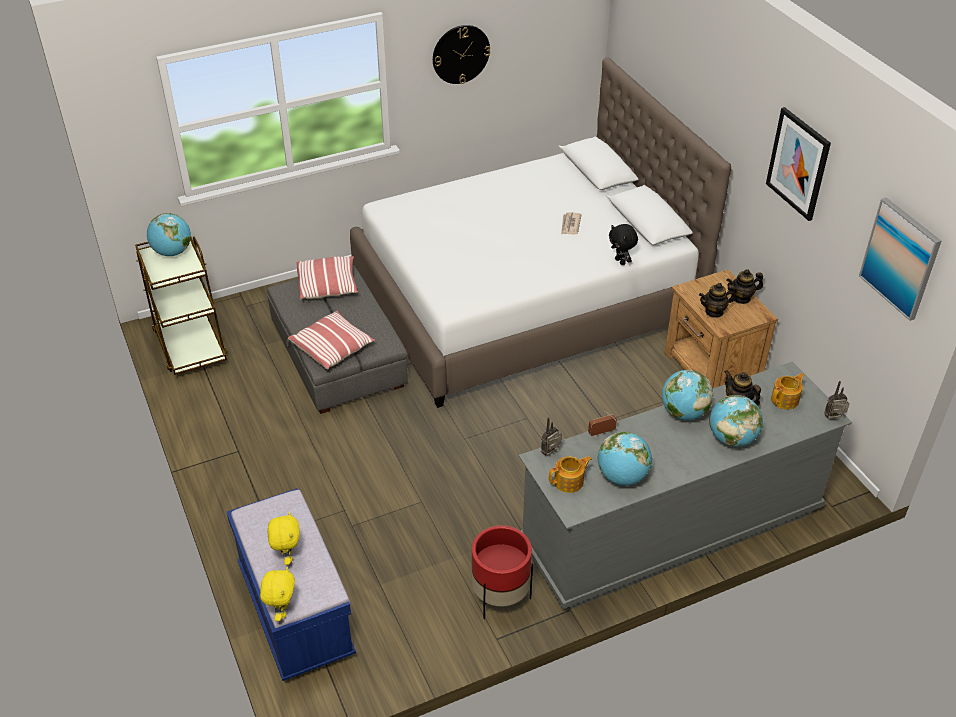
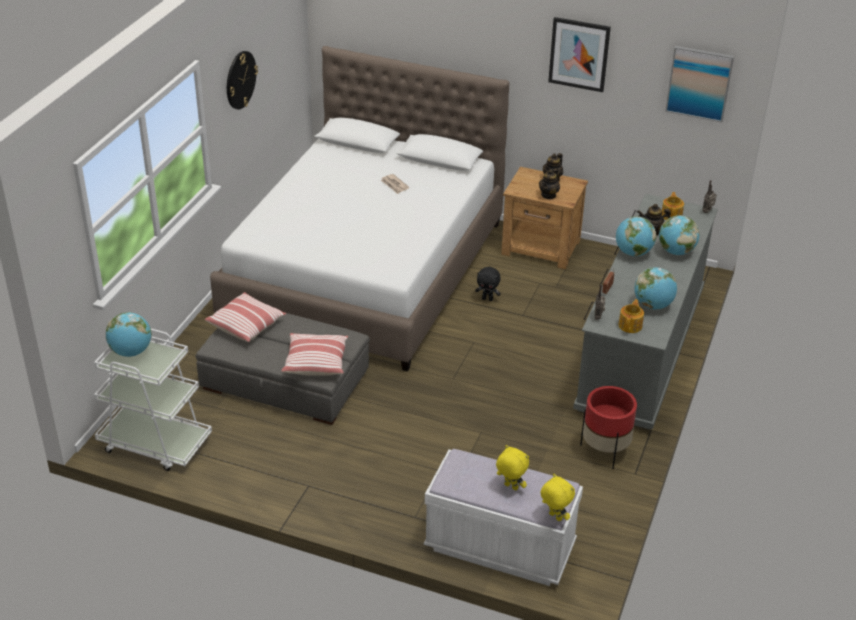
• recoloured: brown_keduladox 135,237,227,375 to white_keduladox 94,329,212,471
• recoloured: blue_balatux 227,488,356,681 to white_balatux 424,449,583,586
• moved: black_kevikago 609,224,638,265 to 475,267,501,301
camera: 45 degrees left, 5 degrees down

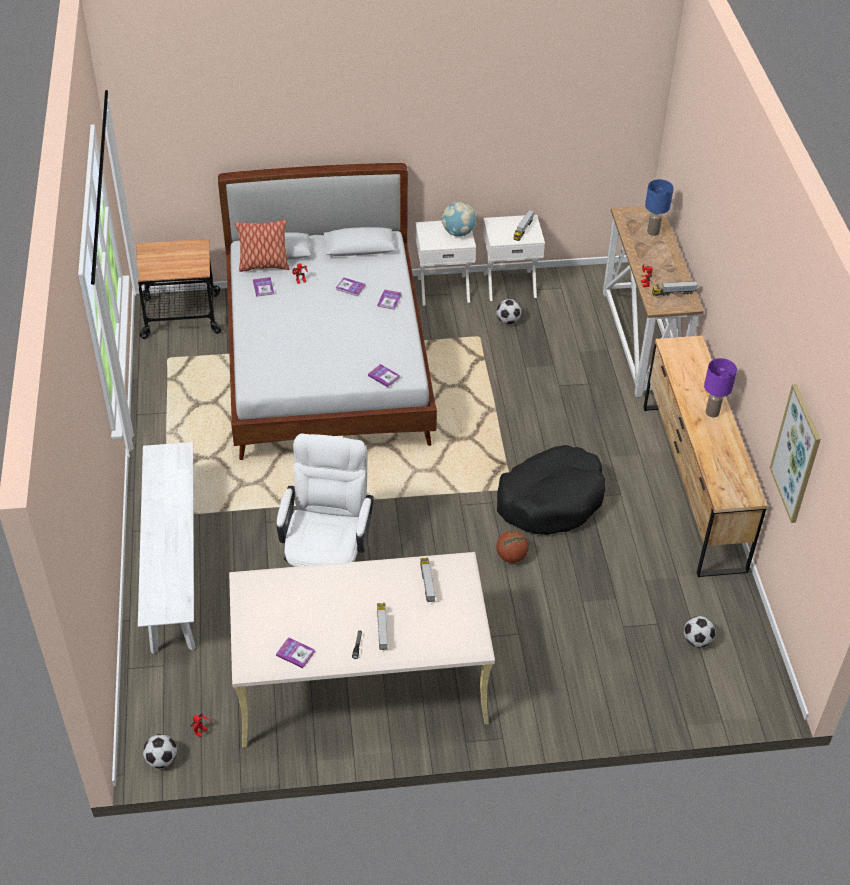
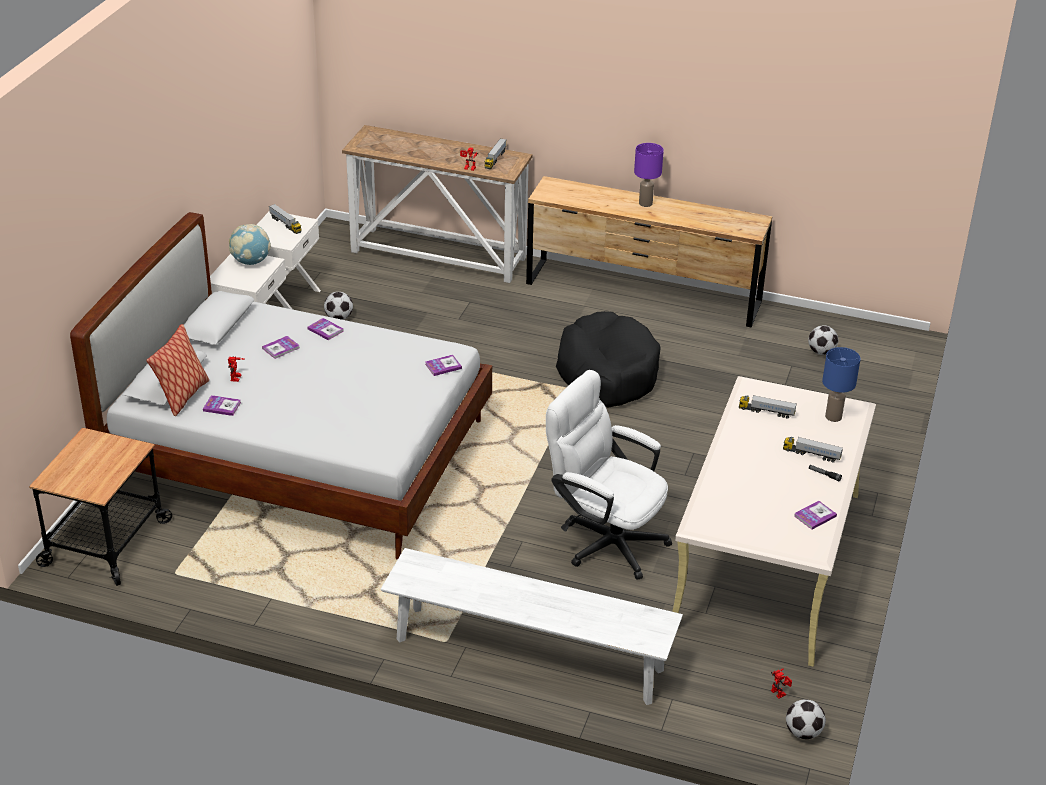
• removed: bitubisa 496,531,529,563
• moved: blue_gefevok 645,179,674,236 to 822,347,860,422
• removed: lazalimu 770,384,821,523
camera: 65 degrees left, 10 degrees down

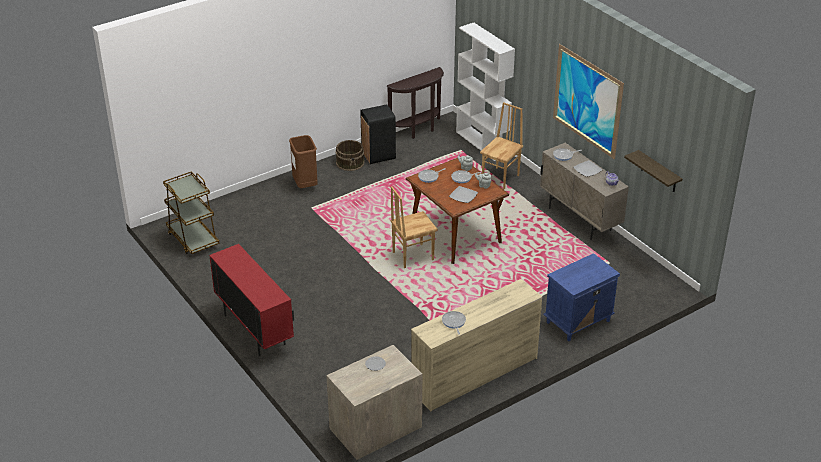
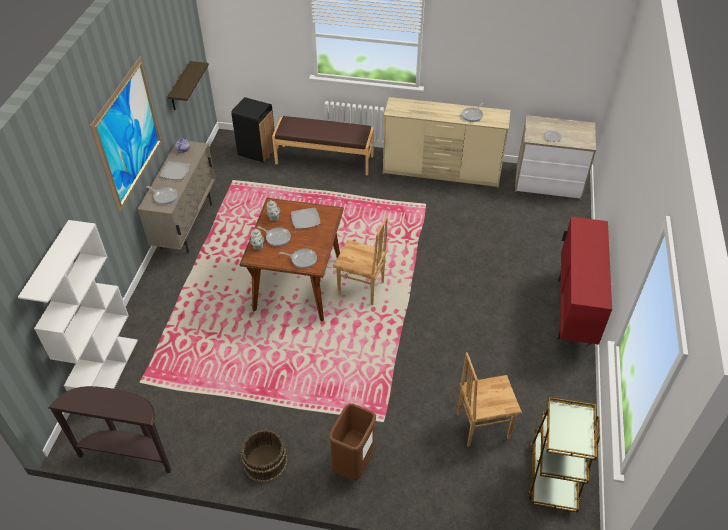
• moved: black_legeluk 360,104,396,164 to 231,97,275,163
• moved: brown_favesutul 480,102,523,189 to 457,352,522,447
• replaced: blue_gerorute 544,253,620,341 to brown_balatux 272,116,374,175
camera: 135 degrees left, 10 degrees up

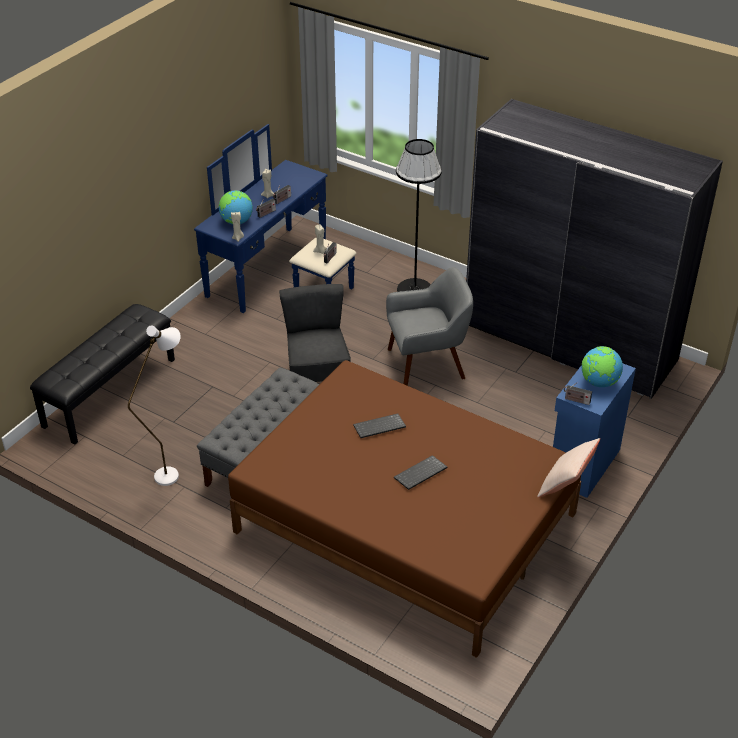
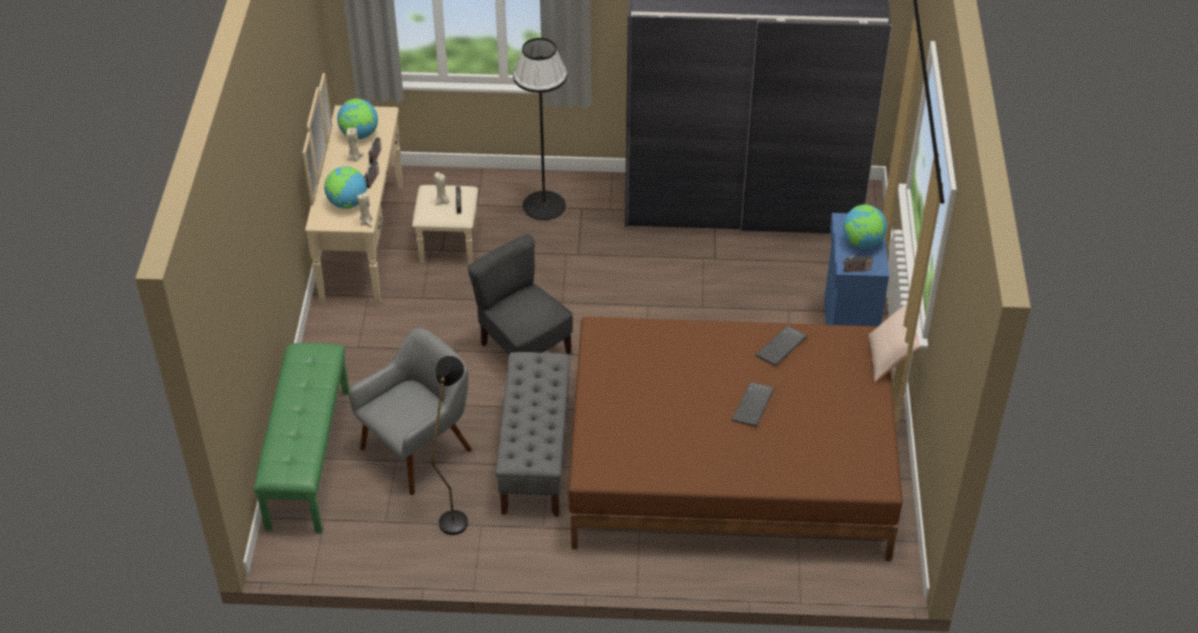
• recoloured: black_balatux 30,304,175,445 to green_balatux 254,343,349,533
• recoloured: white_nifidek 128,325,181,486 to black_nifidek 432,356,468,535
• recoloured: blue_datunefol 194,124,357,313 to beige_datunefol 303,73,478,306
• moved: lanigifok 353,413,406,438 to 756,326,807,366
• moved: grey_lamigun 386,267,473,386 to 349,328,472,495
• added: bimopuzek 337,98,378,139
camera: 30 degrees left, 5 degrees up

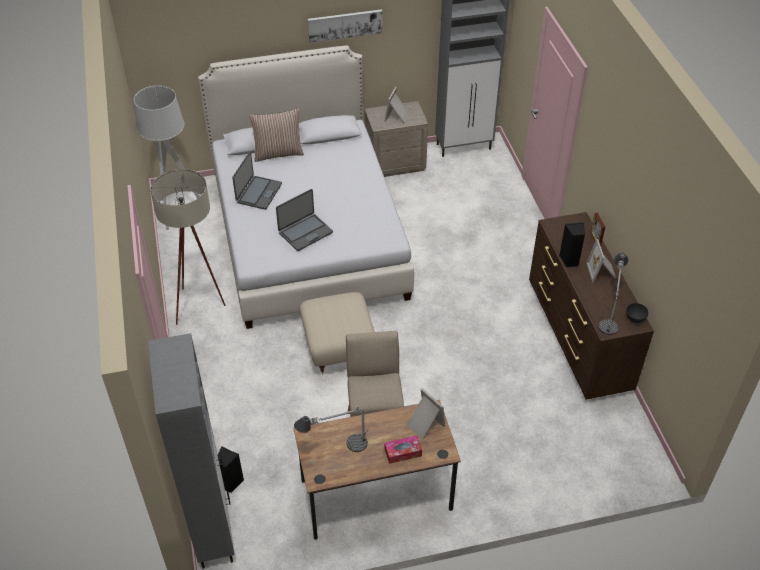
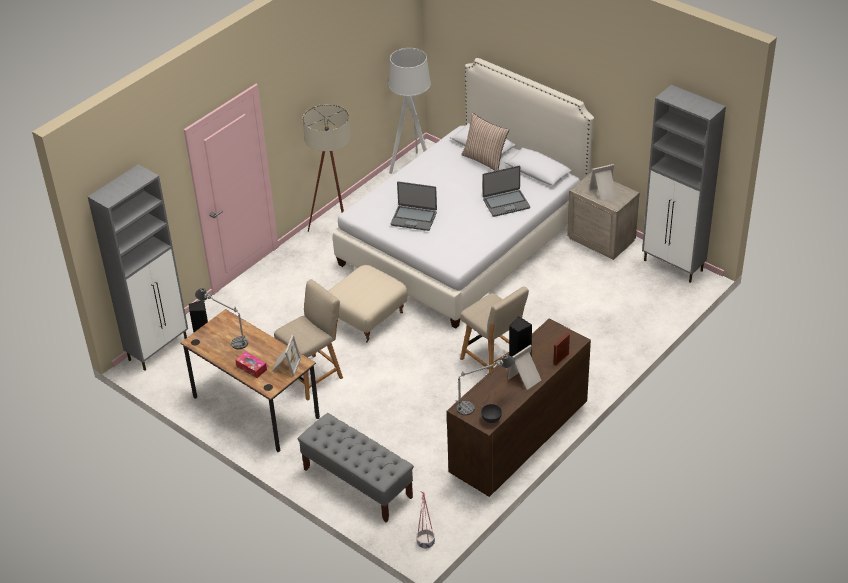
• moved: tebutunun 232,151,282,210 to 483,166,530,217
• removed: lazalimu 308,9,382,43
• added: grey_balatux 298,413,414,522
• added: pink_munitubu 416,491,435,549
• added: beige_favesutul 460,286,529,372
camera: 55 degrees right, 5 degrees down

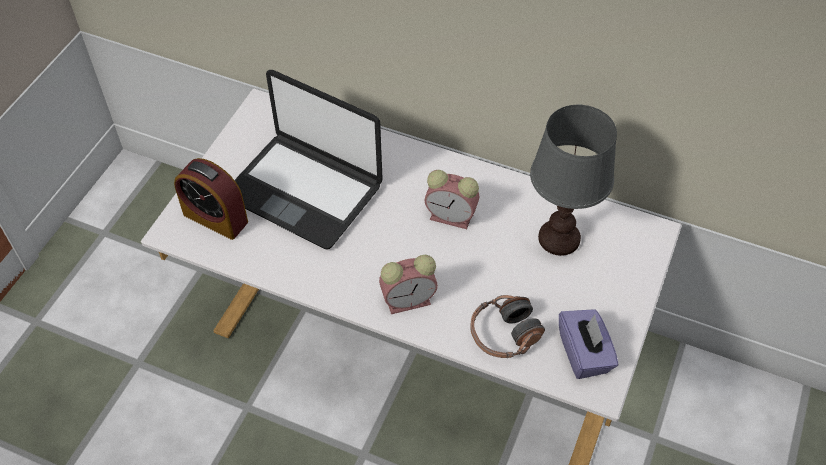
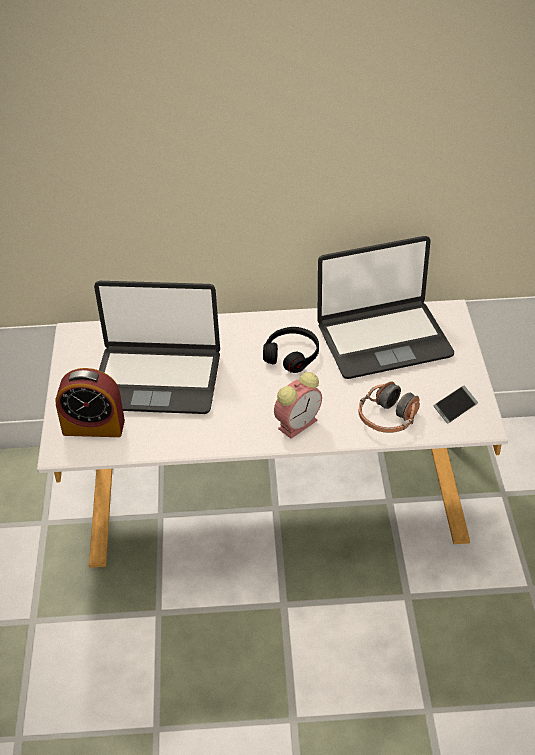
• replaced: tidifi 425,170,479,229 to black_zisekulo 263,327,319,373
• replaced: grey_gefevok 530,105,617,256 to tebutunun 317,236,454,379
• replaced: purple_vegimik 559,309,618,379 to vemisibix 434,386,478,423
camera: 25 degrees left, 10 degrees down

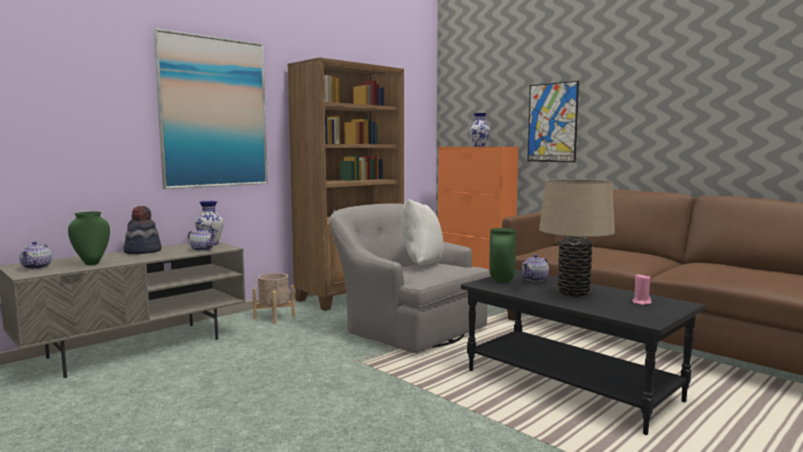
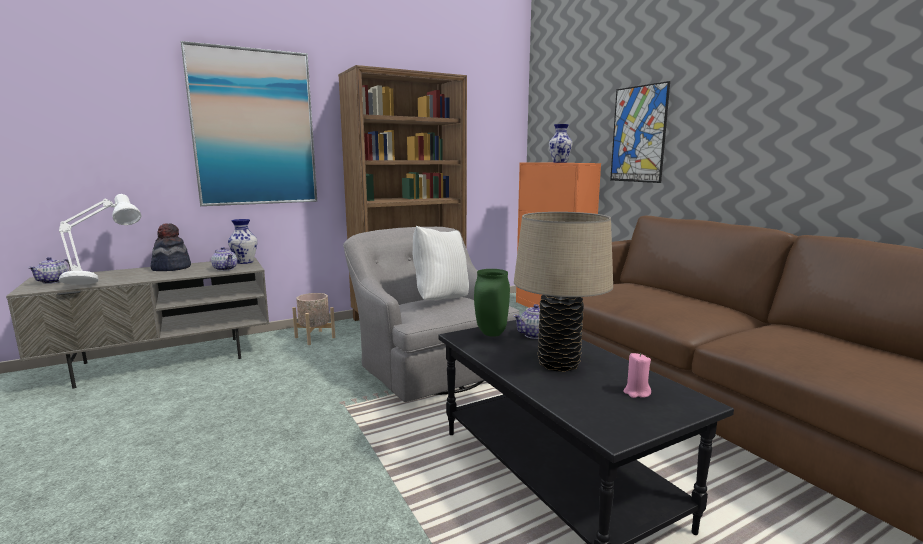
• replaced: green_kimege 68,212,110,265 to white_gefevok 59,194,141,285
camera: 15 degrees right, 5 degrees up

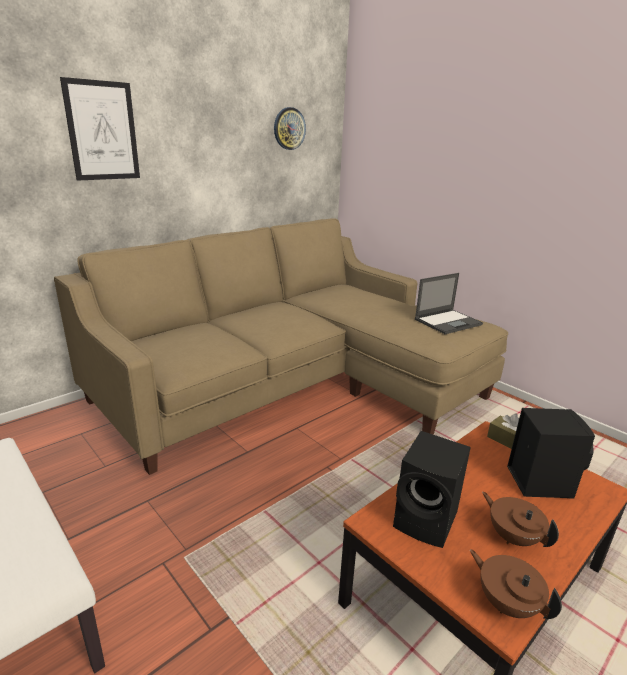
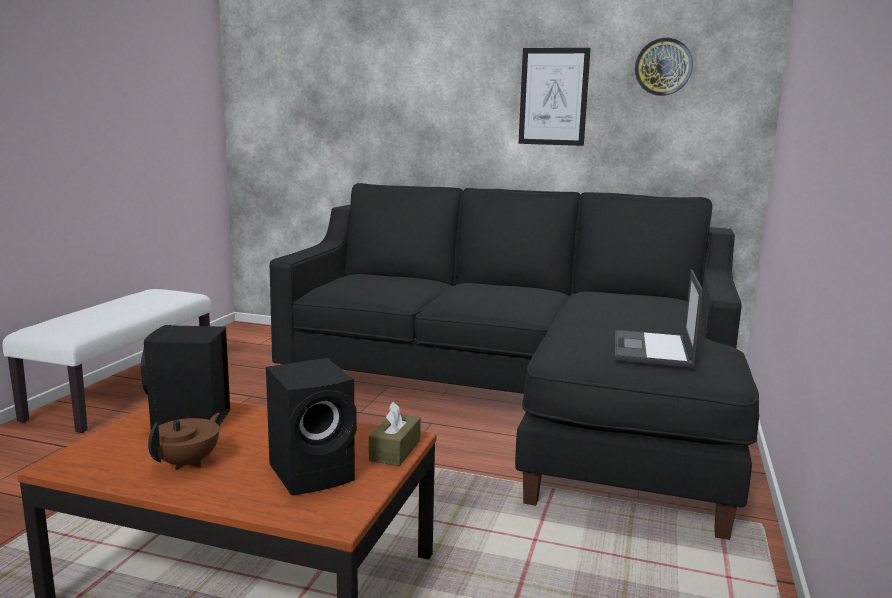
• recoloured: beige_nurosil 54,219,508,475 to black_nurosil 270,183,759,540
• moved: lazalimu 60,77,140,181 to 518,48,591,146
• turned: tebutunun 415,273,483,334 = 615,270,703,367 75 degrees clockwise
• removed: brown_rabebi 470,549,562,619
camera: 60 degrees right, 10 degrees down

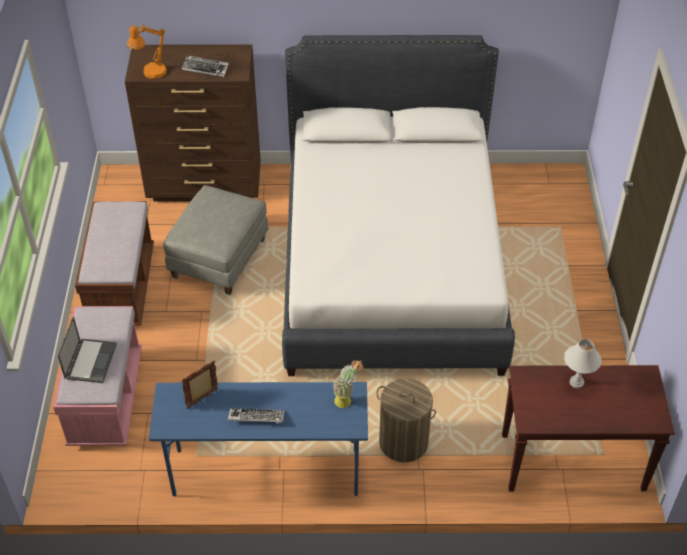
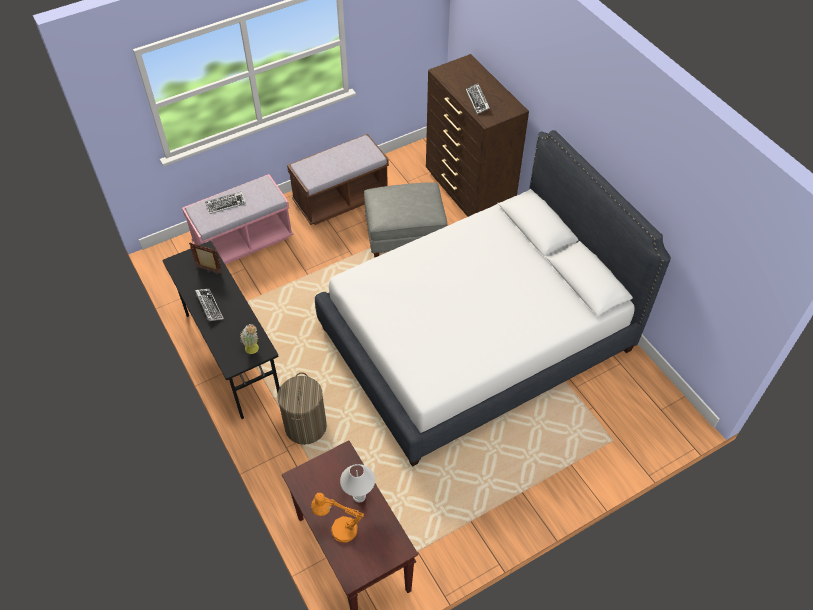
• replaced: tebutunun 57,316,117,383 to lanigifok 205,192,246,214
• moved: orange_gefevok 127,24,167,79 to 311,493,364,543
• recoloured: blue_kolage 149,382,368,497 to black_kolage 163,241,280,419
camera: 60 degrees right, 5 degrees up

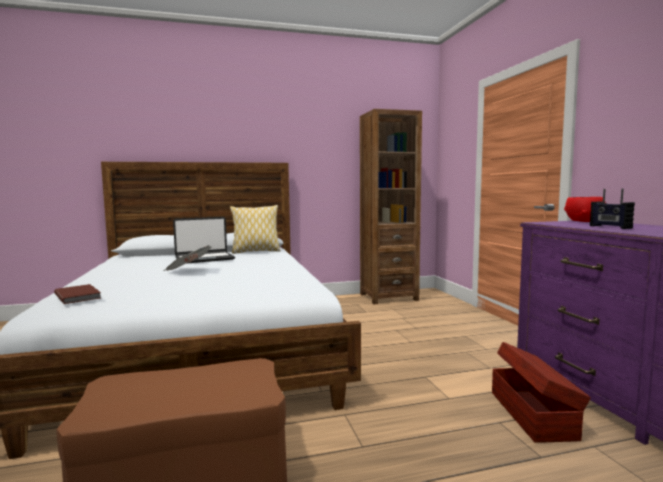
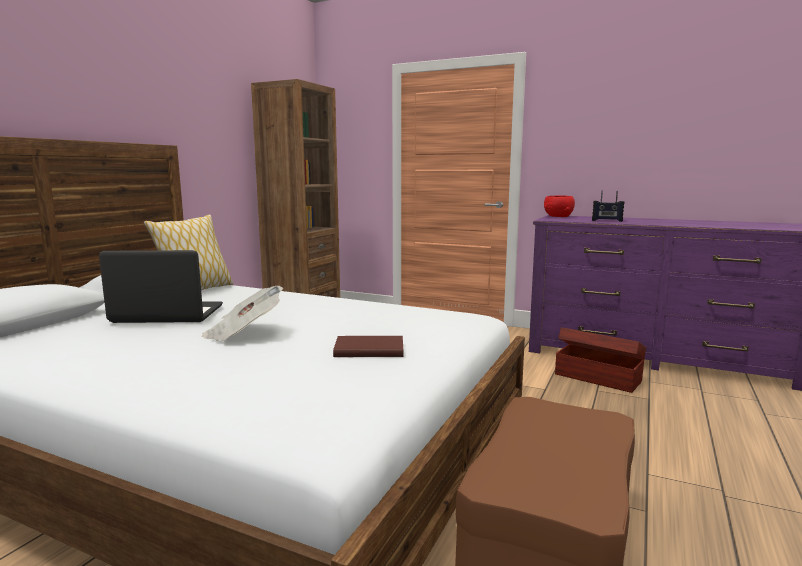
• moved: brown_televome 54,284,101,304 to 333,336,403,357
• turned: tebutunun 173,217,235,264 = 99,250,223,323 105 degrees counterclockwise
camera: 50 degrees left, 5 degrees up

